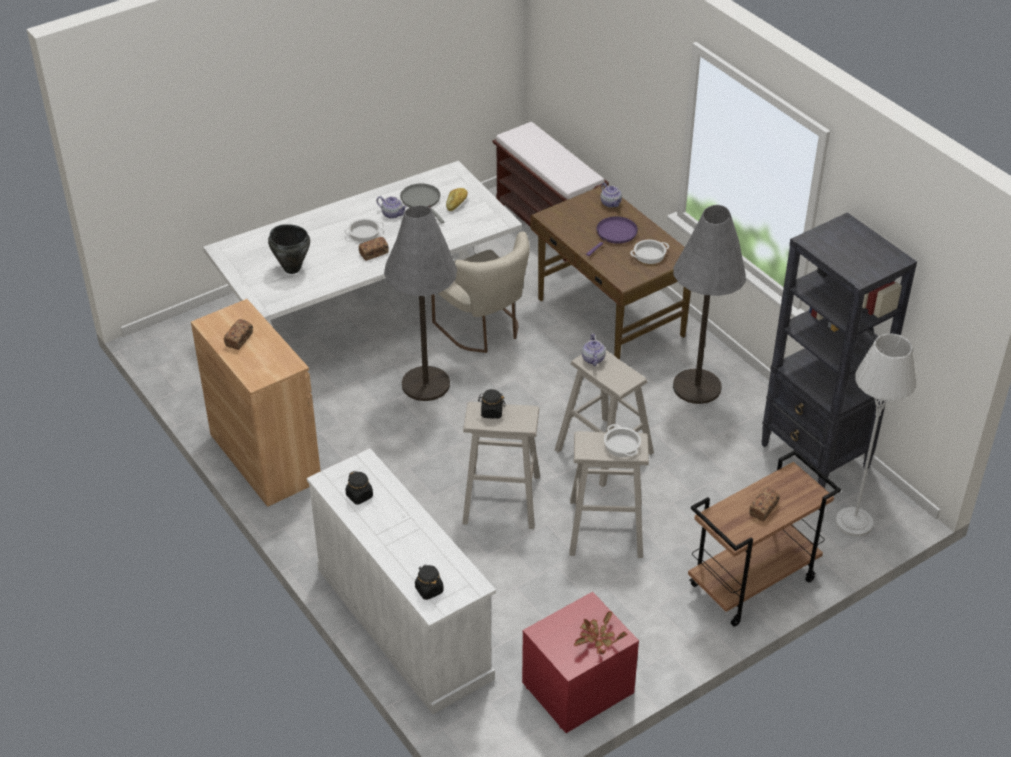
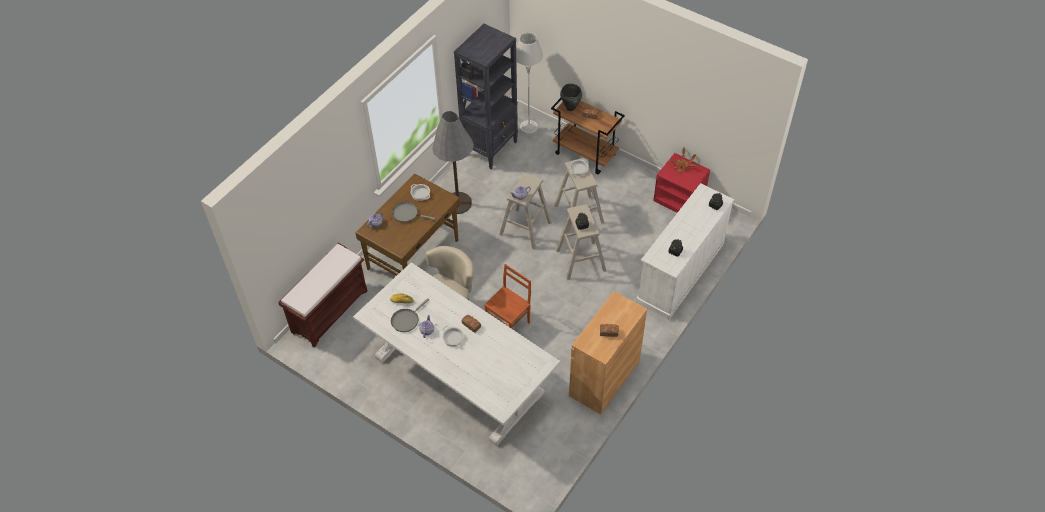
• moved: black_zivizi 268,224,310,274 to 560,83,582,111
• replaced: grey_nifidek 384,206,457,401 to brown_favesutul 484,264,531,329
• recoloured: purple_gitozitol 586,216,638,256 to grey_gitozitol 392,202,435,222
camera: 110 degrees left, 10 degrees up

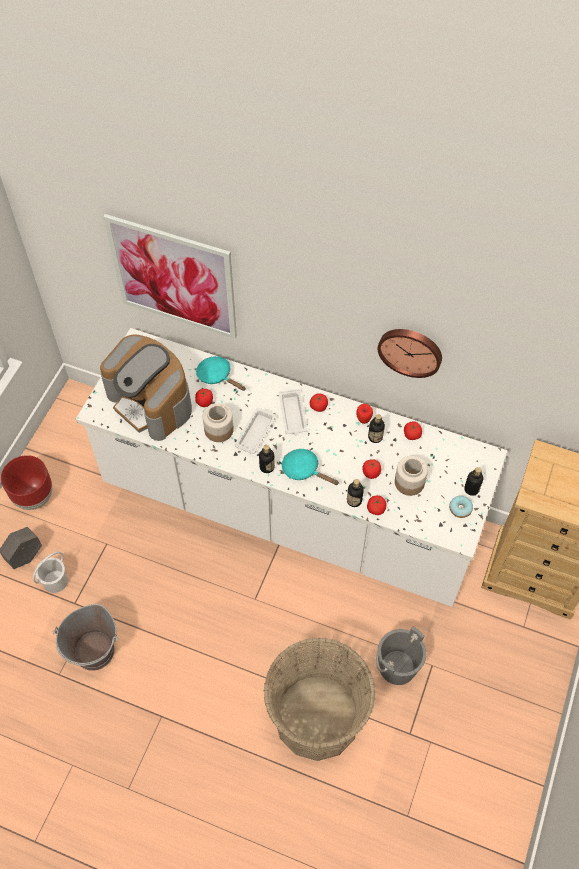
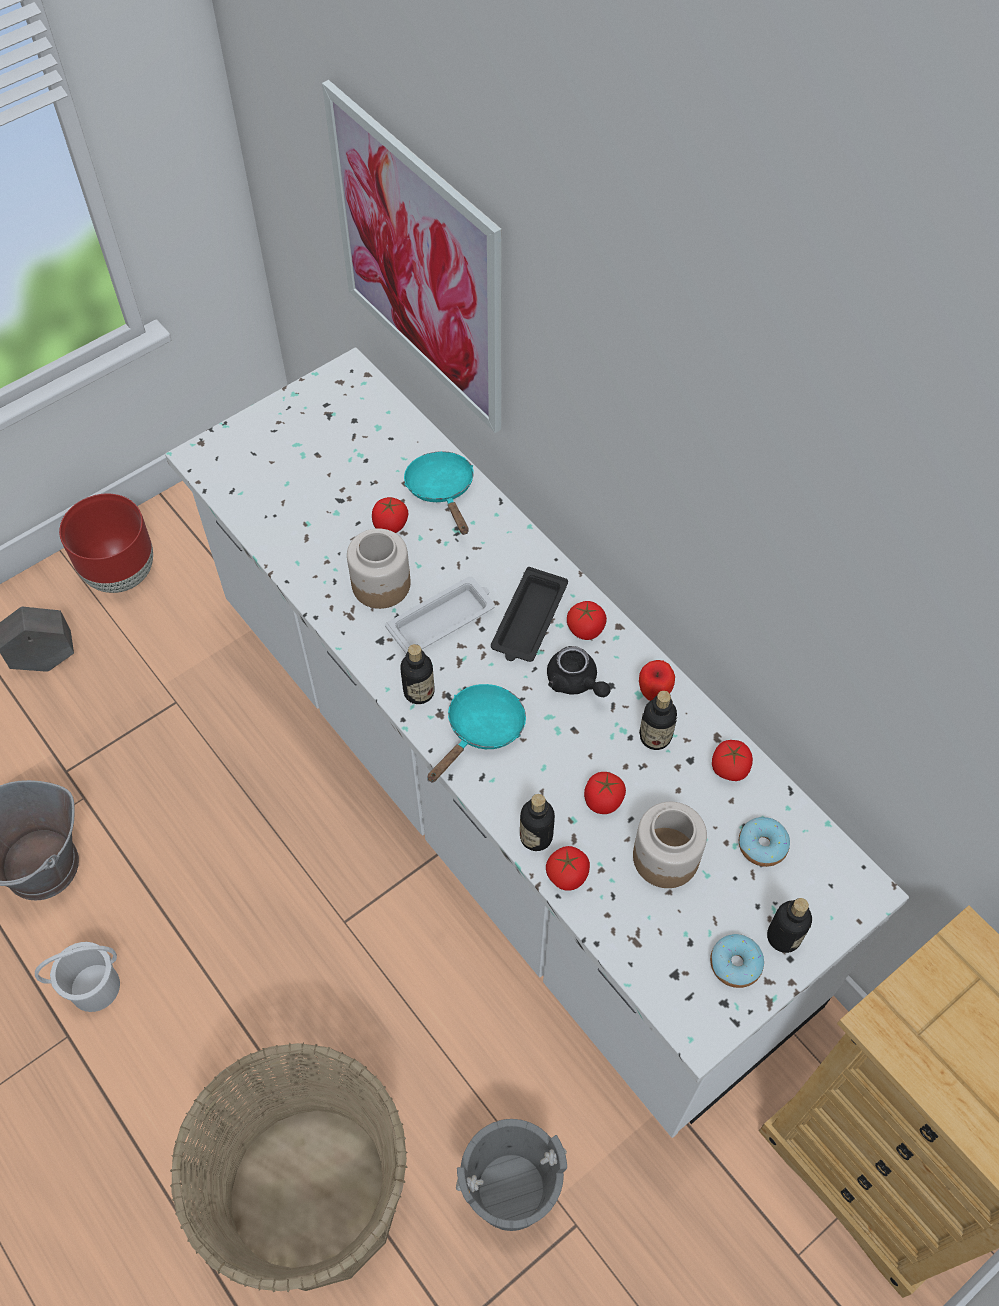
• moved: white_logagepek 33,551,68,593 to 35,942,120,1012
• removed: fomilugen 100,334,192,441
• recoloured: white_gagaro 279,389,307,436 to black_gagaro 491,567,568,662
• turned: turquoise_gitozitol 282,449,339,485 = 427,684,526,783 60 degrees clockwise
• removed: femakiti 377,329,442,378
• added: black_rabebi 547,646,611,697
• added: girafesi 739,817,790,867
camera: 30 degrees right, 0 degrees up

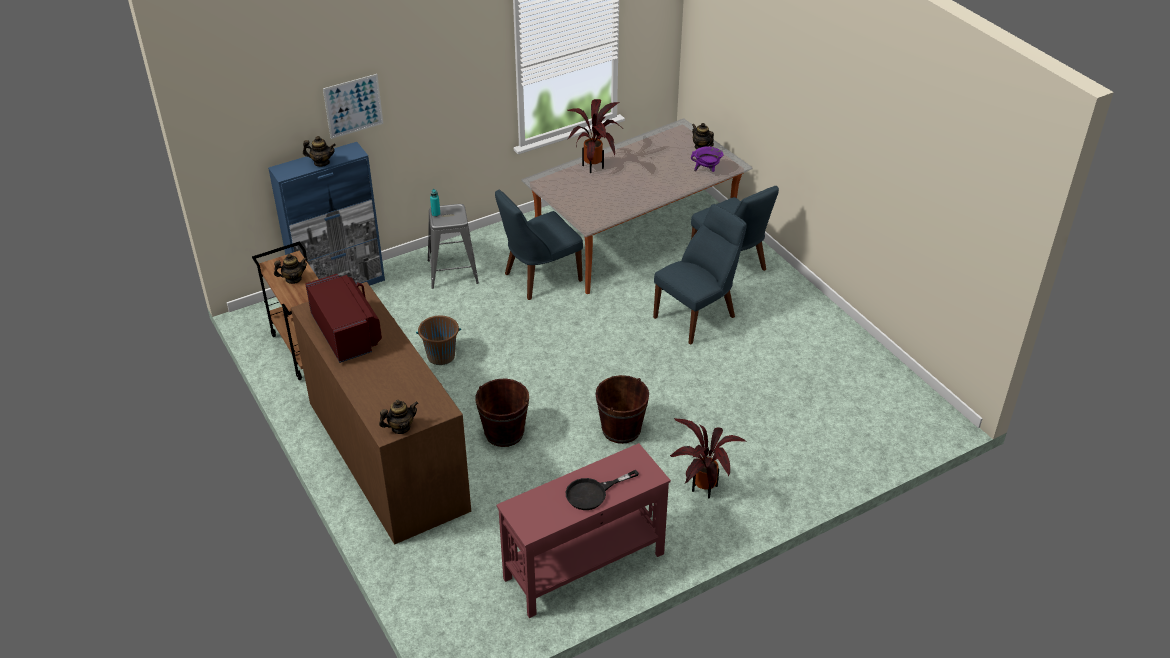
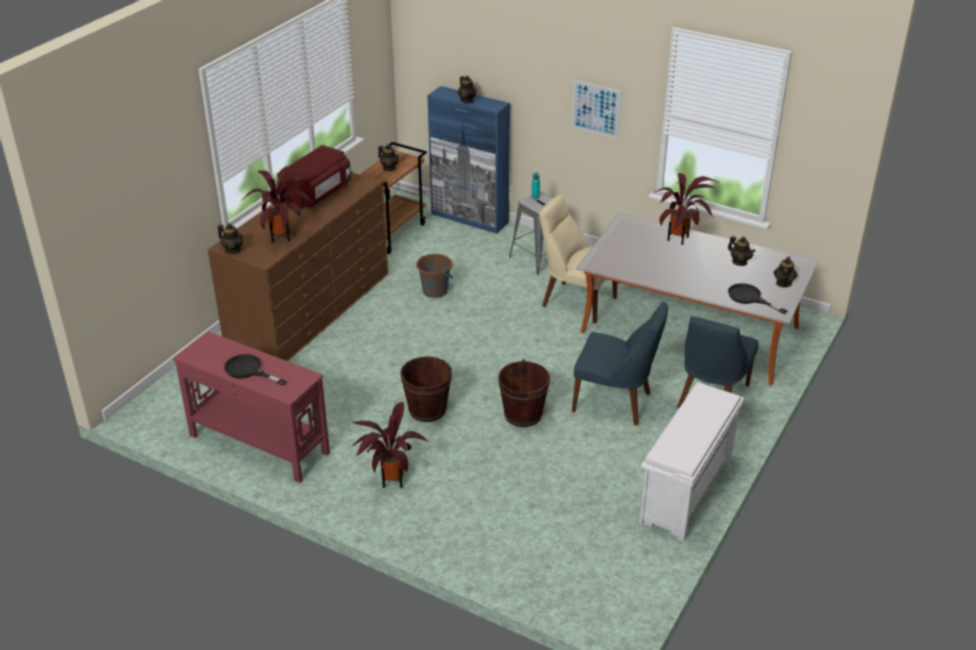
• moved: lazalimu 323,74,383,139 to 572,80,621,139
• moved: brown_logagepek 475,378,529,447 to 498,359,550,427
• recoloured: blue_favesutul 495,189,583,300 to beige_favesutul 539,195,617,324
• replaced: purple_zivizi 691,147,724,172 to black_gitozitol 728,283,788,314
• added: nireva 242,166,313,243
• added: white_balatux 639,382,744,542
• added: rabebi 728,236,755,266
camera: 60 degrees right, 5 degrees down

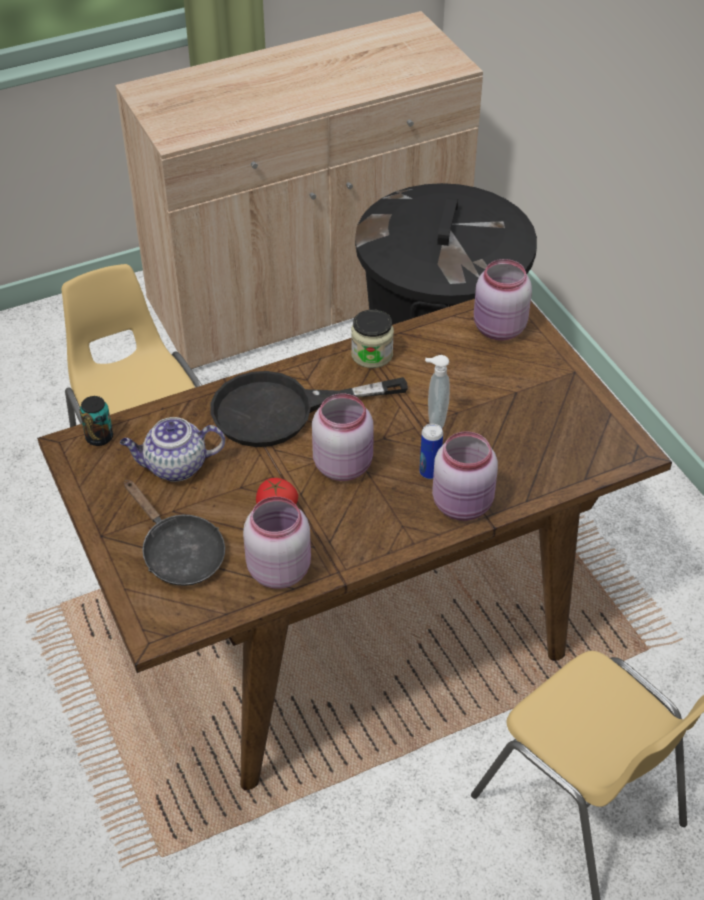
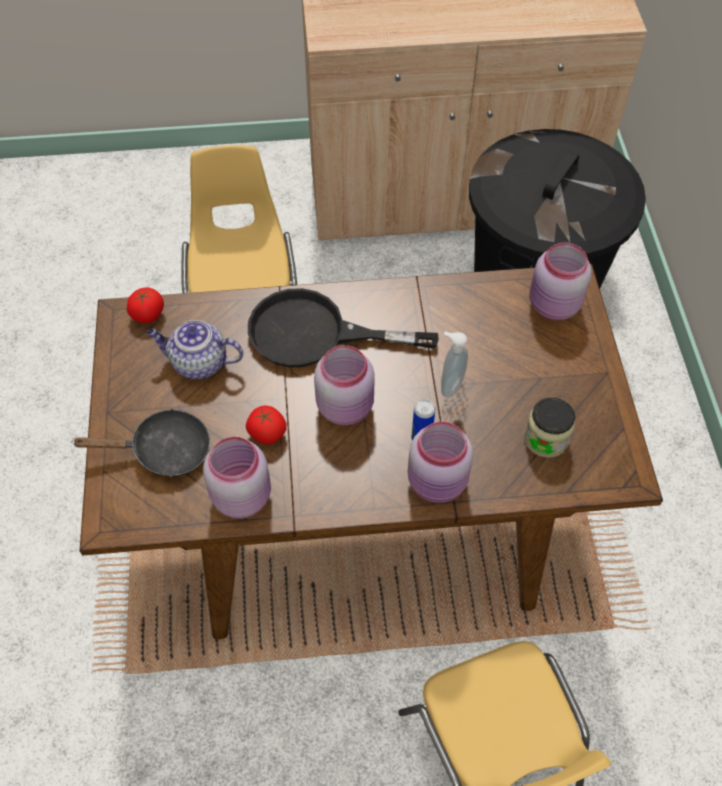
• replaced: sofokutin 80,396,113,446 to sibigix 127,287,164,323
• turned: black_gitozitol 124,480,225,586 = 72,408,210,477 75 degrees counterclockwise
• moved: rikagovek 351,310,394,368 to 524,398,575,458
camera: 20 degrees right, 10 degrees up

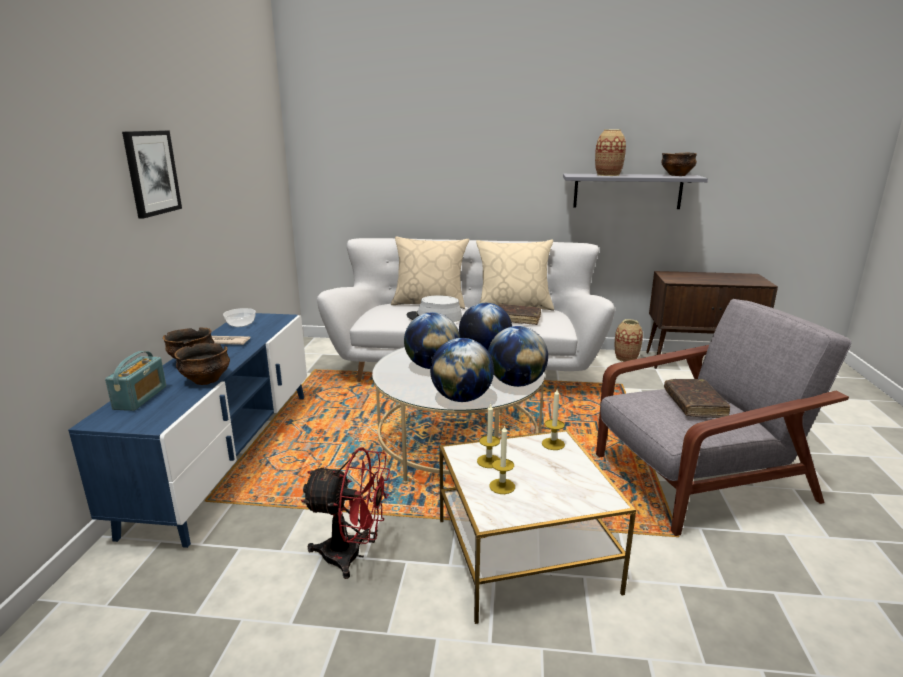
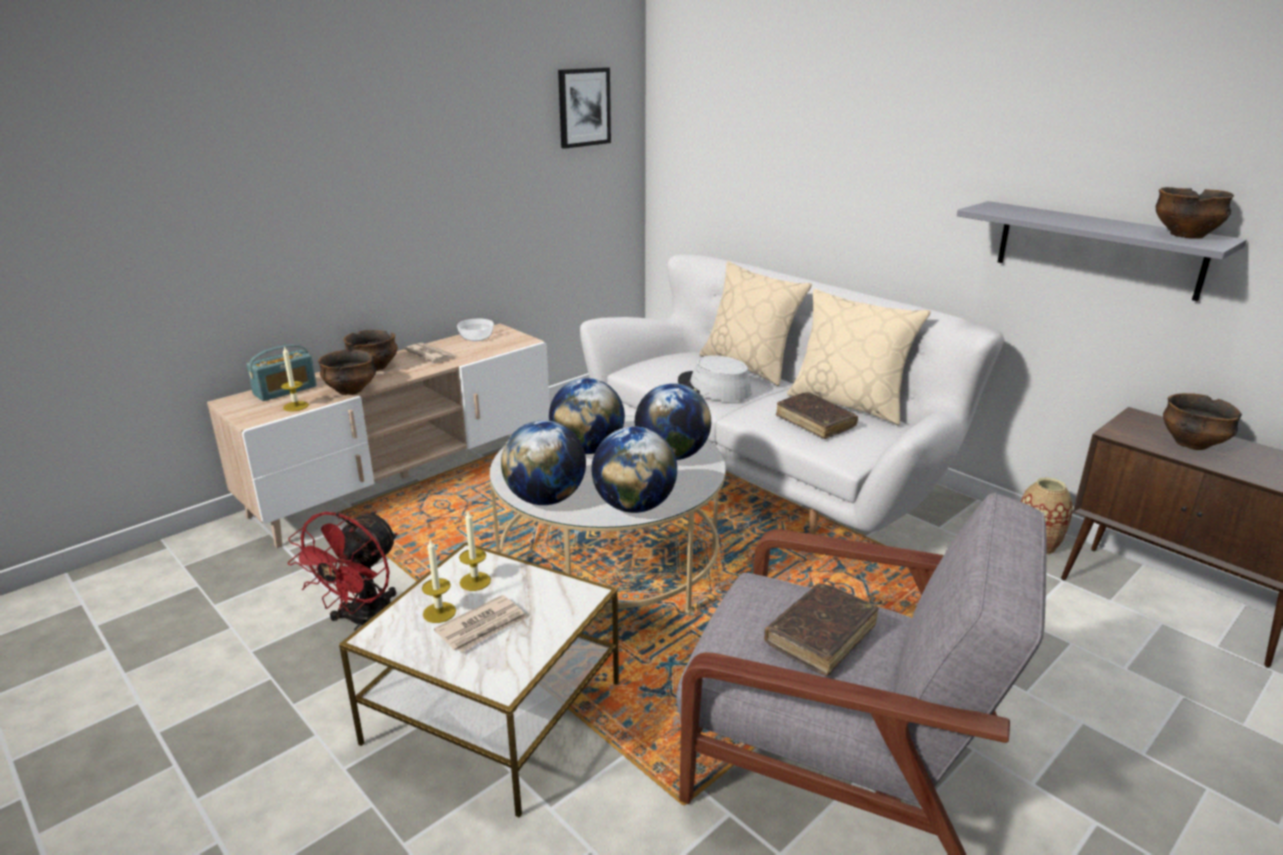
• recoloured: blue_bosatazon 68,313,307,548 to beige_bosatazon 207,324,550,548
• moved: lazalimu 122,130,182,218 to 558,67,611,149
• turned: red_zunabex 300,447,390,579 = 288,511,397,630 60 degrees clockwise
• moved: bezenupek 542,389,565,450 to 281,346,309,412
• removed: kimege 595,129,626,176
• added: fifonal 434,595,528,653
• added: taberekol 1163,393,1242,450
camera: 40 degrees right, 5 degrees up

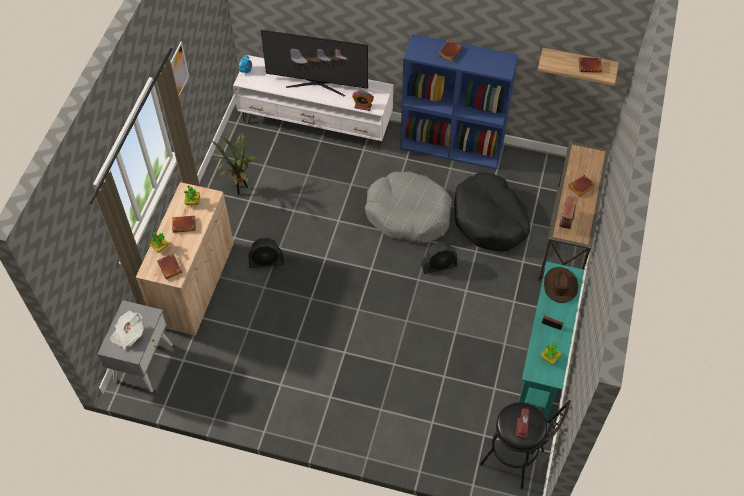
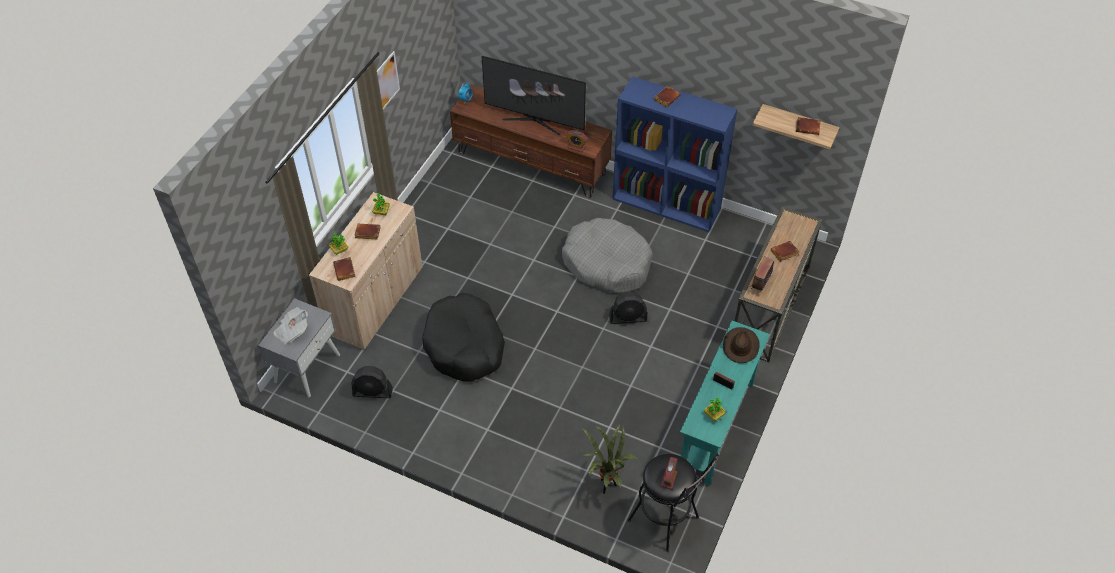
• moved: nireva 210,133,258,195 to 582,424,637,494
• recoloured: white_bosatazon 233,55,393,150 to brown_bosatazon 450,85,612,198
• moved: black_zunabex 248,238,284,268 to 351,366,393,398
• moved: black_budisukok 454,173,530,252 to 422,293,505,382
camera: 10 degrees right, 5 degrees down

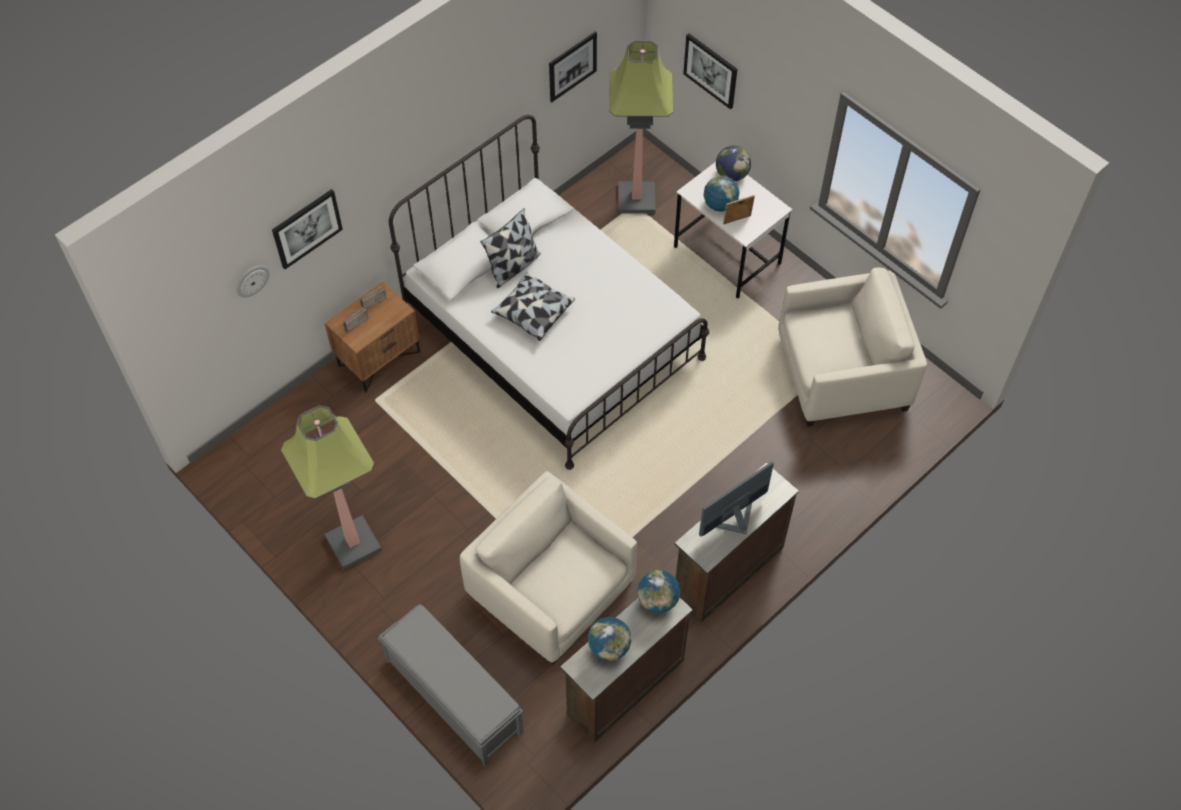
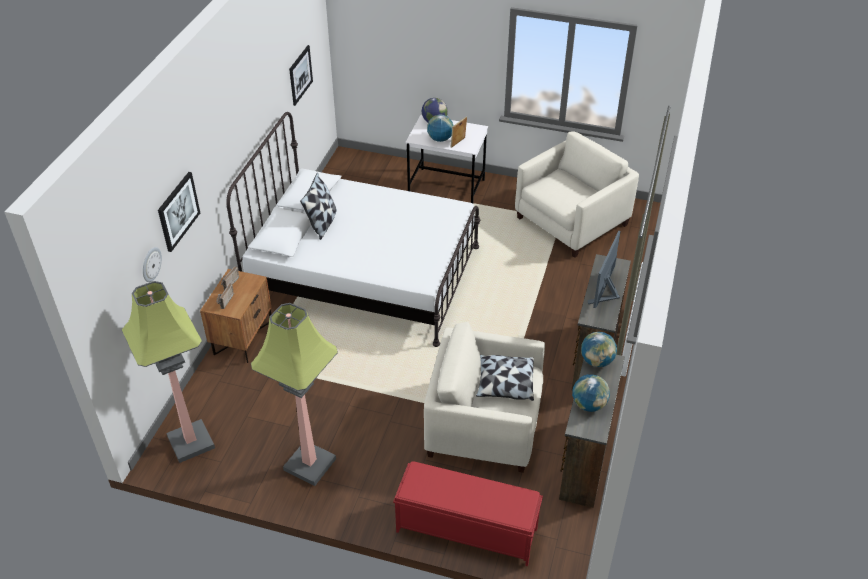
• recoloured: grey_balatux 378,604,524,767 to red_balatux 393,461,543,566
• moved: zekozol 491,272,575,341 to 476,355,534,401
• moved: nifidek 609,41,673,214 to 122,281,215,463
• removed: lazalimu 683,34,737,109
camera: 30 degrees left, 15 degrees down

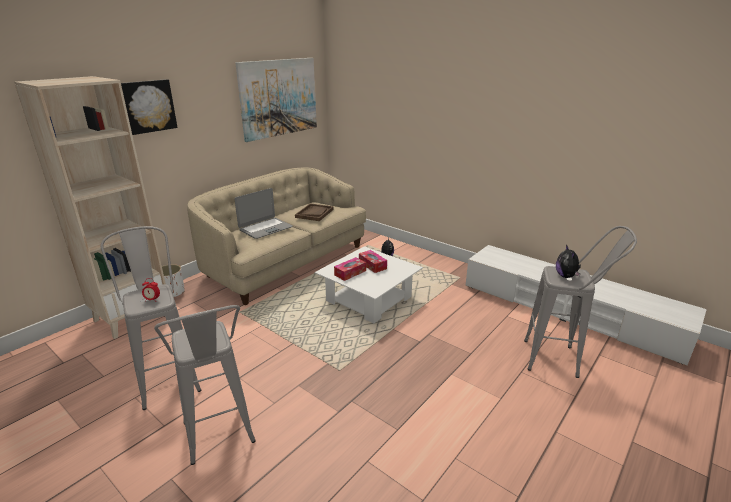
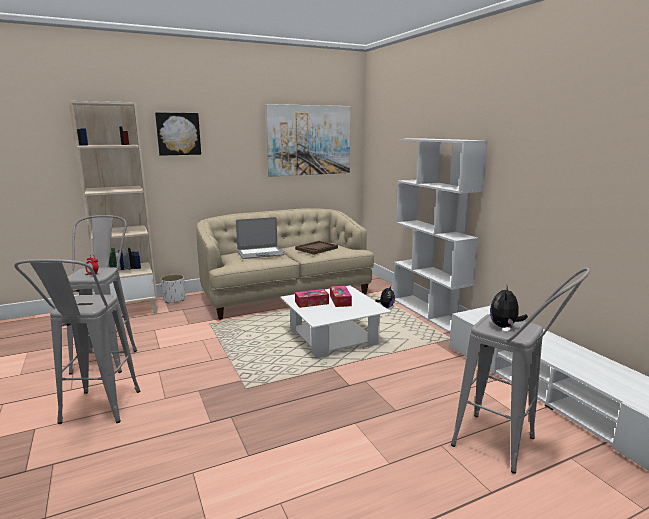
• added: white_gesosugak 393,138,488,333
camera: 25 degrees right, 10 degrees down

